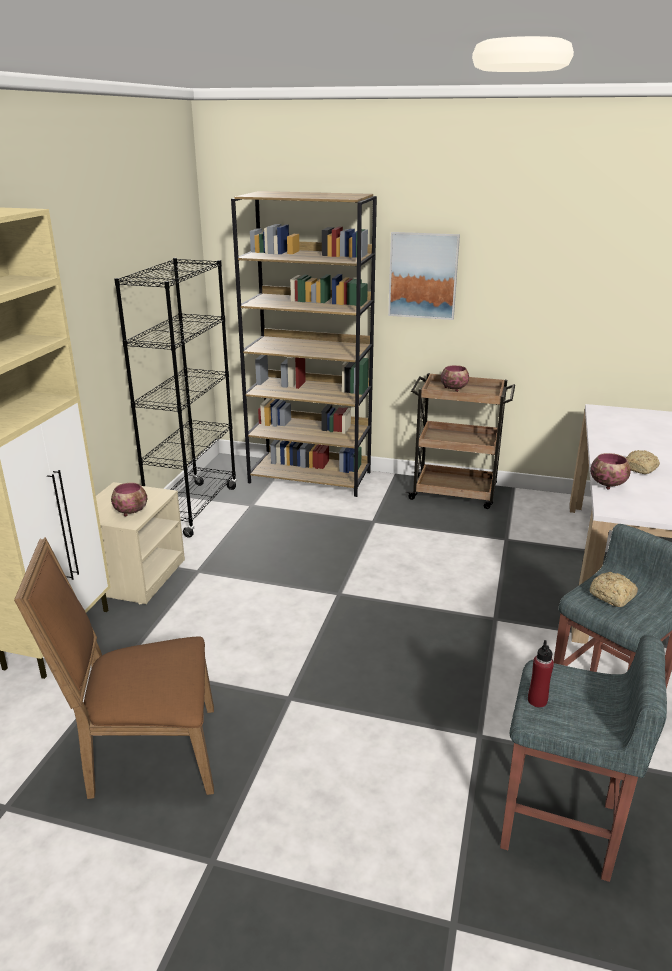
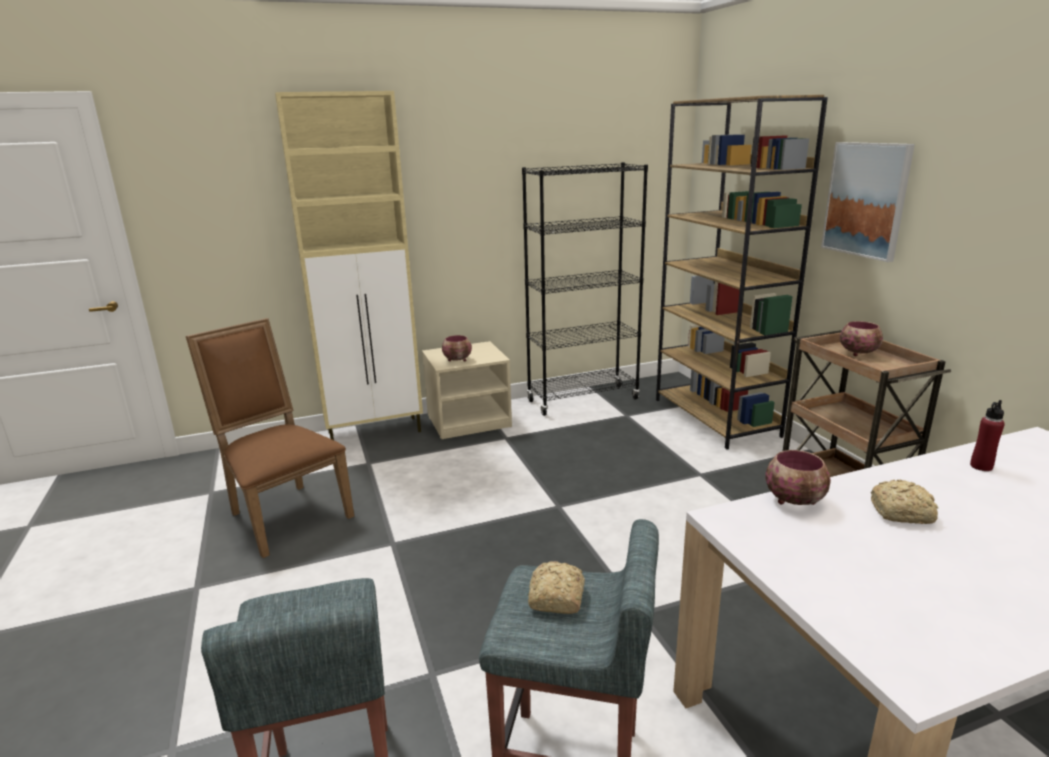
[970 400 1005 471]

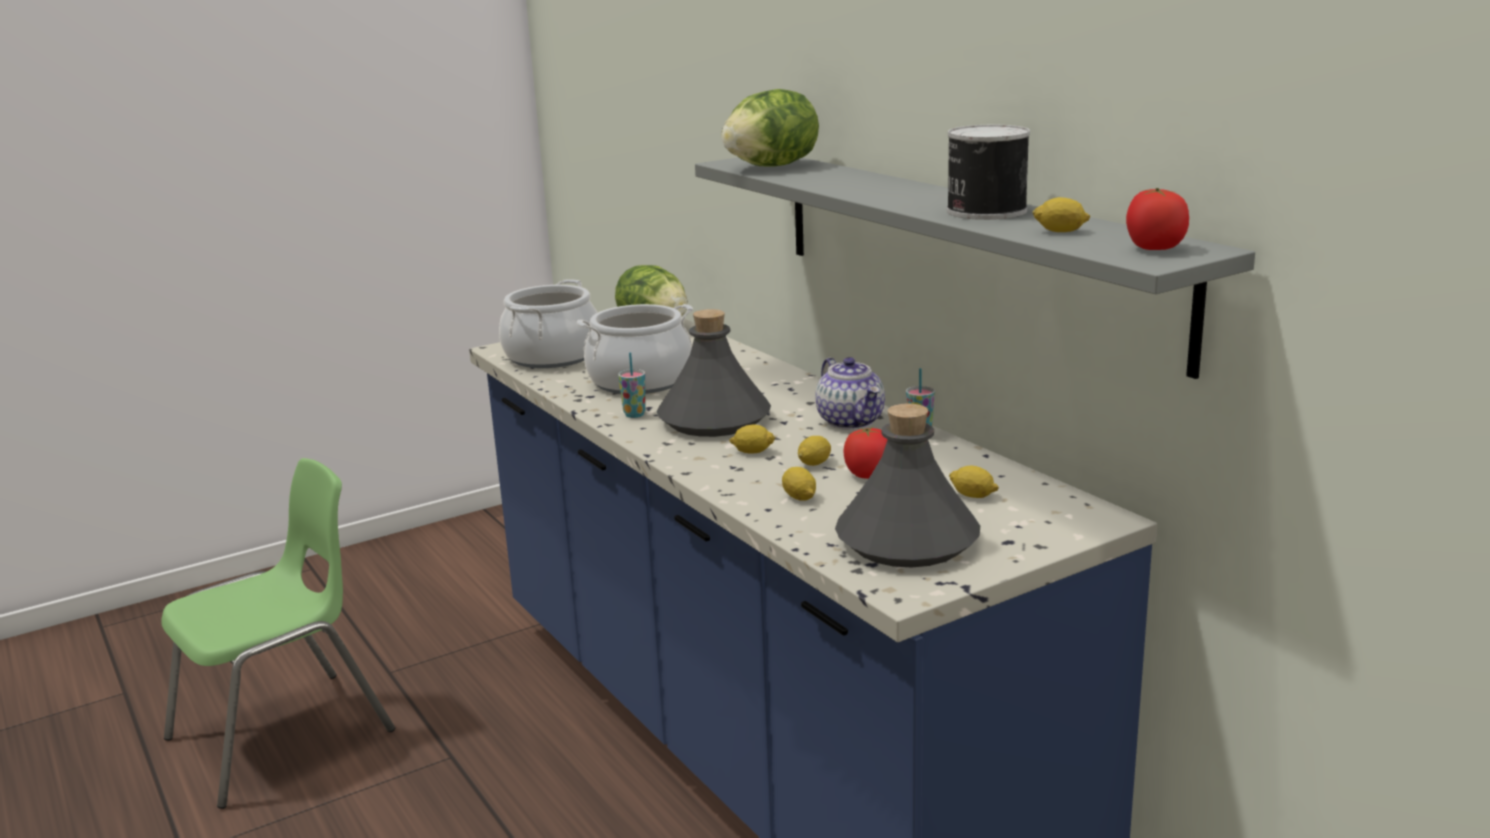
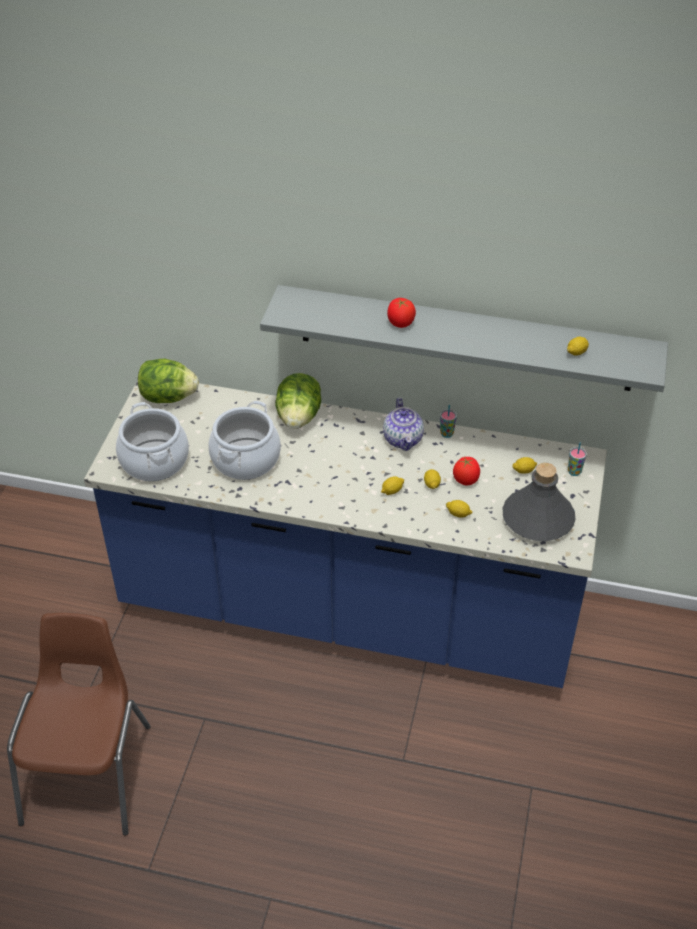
[275 373 321 429]
[947 125 1030 220] (first image)
[387 298 416 328]
[657 309 771 437] (first image)
[568 443 587 476]
[383 398 424 451]
[7 613 151 836]

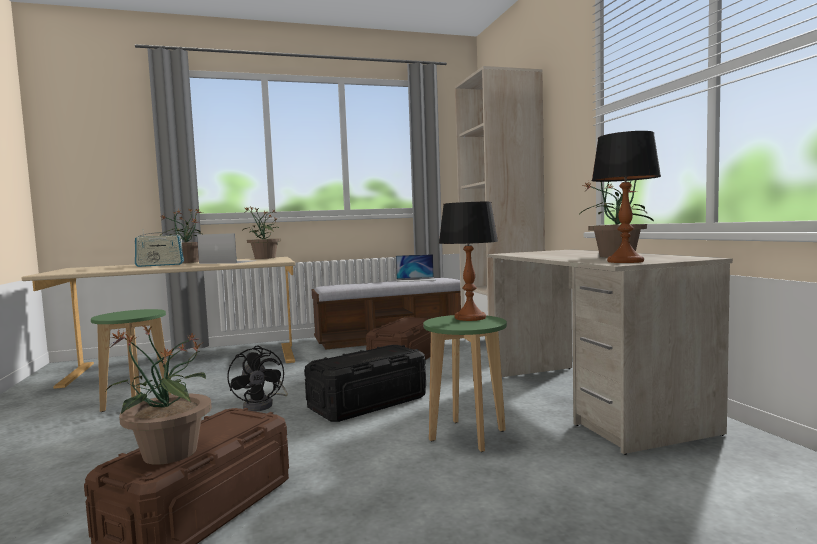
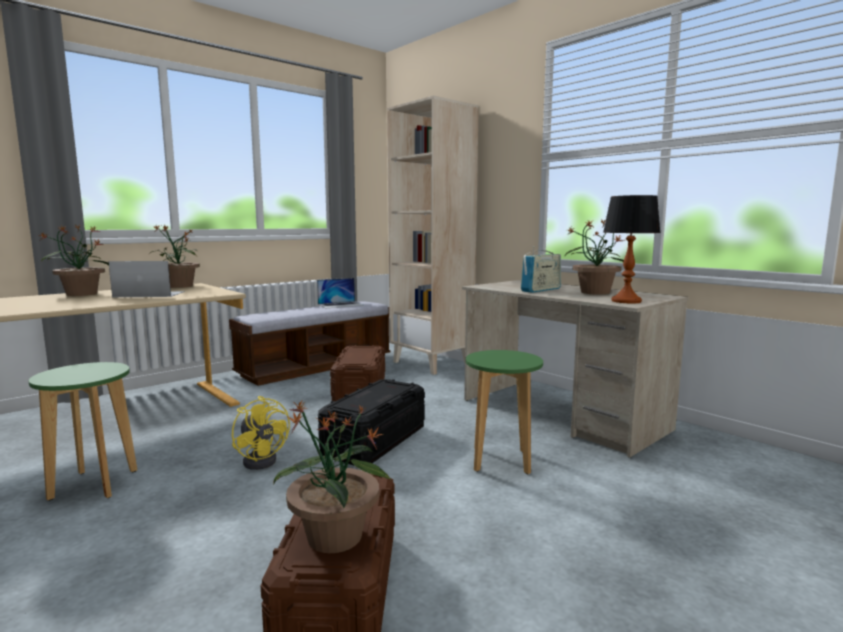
[439 202 498 321] (first image)
[521 246 561 293]
[232 396 290 470]

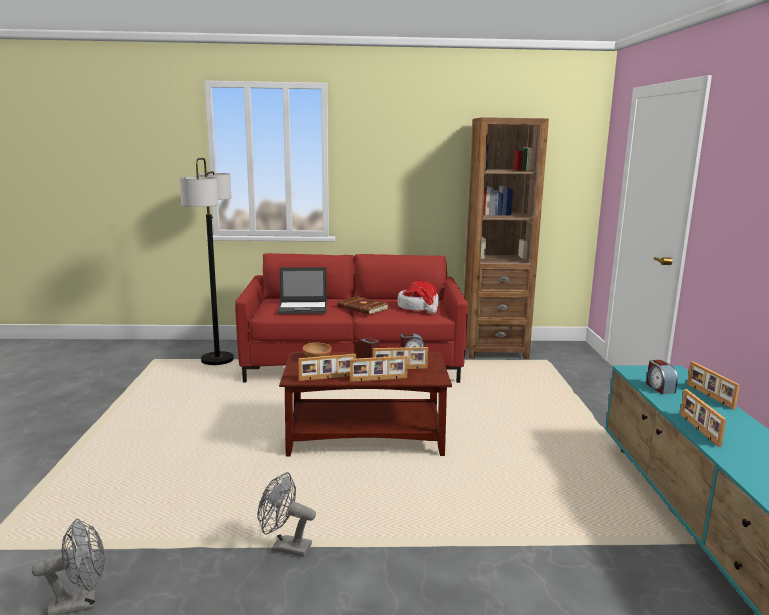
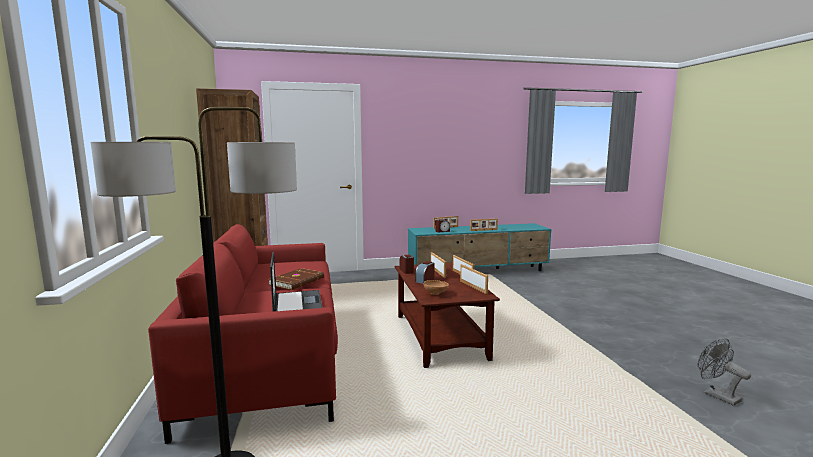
[398 281 439 314] (first image)
[257 472 316 557] (first image)

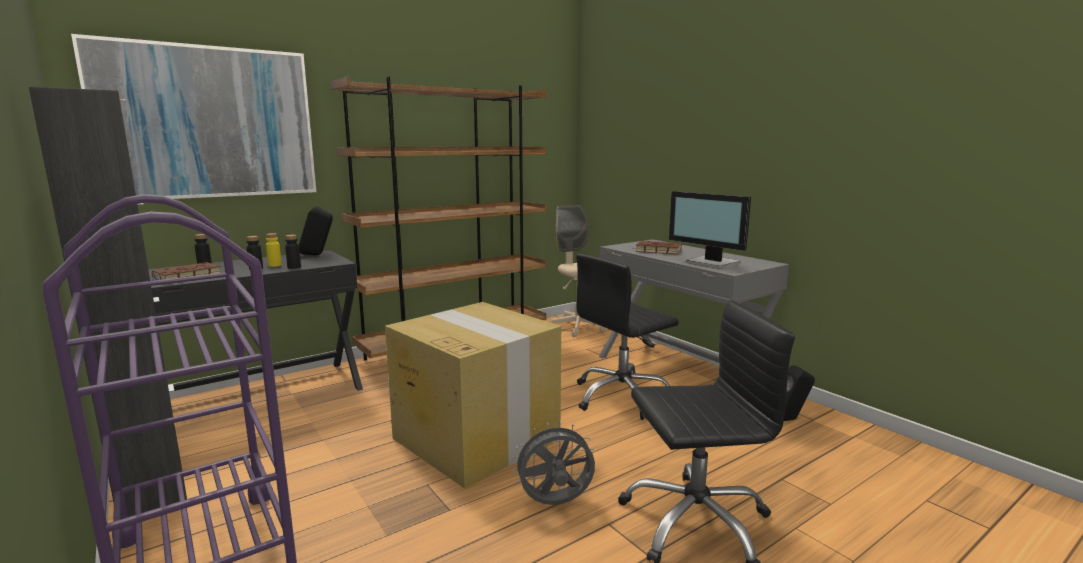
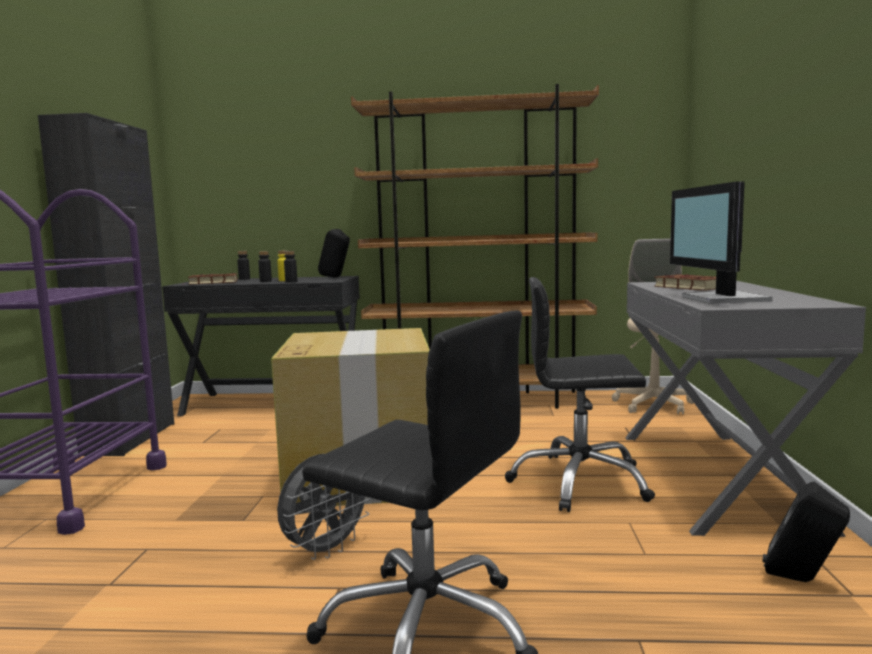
[71 34 316 199] (first image)
[277 454 372 560]

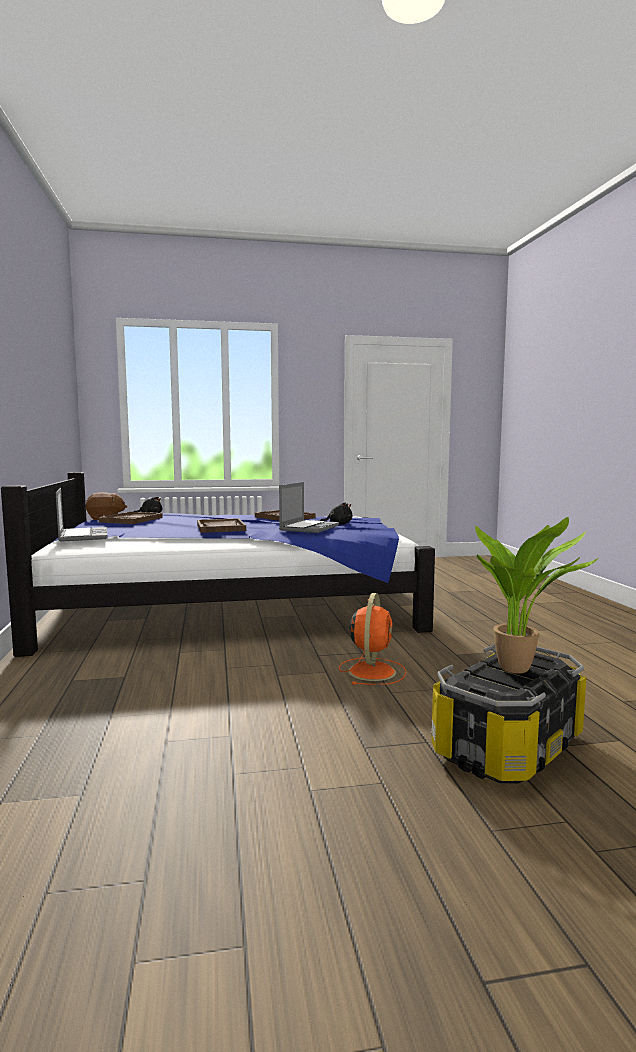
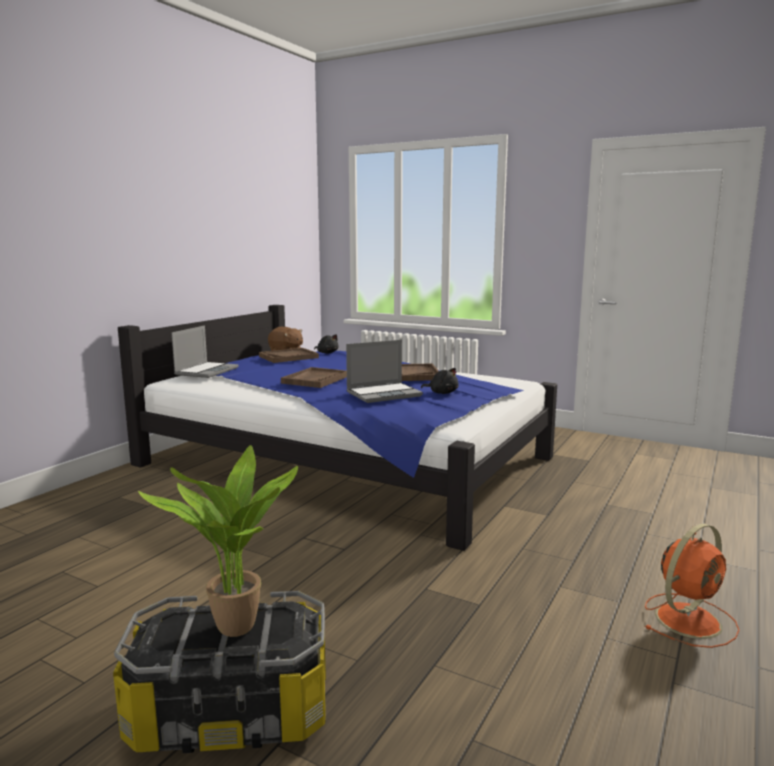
[645 523 739 648]

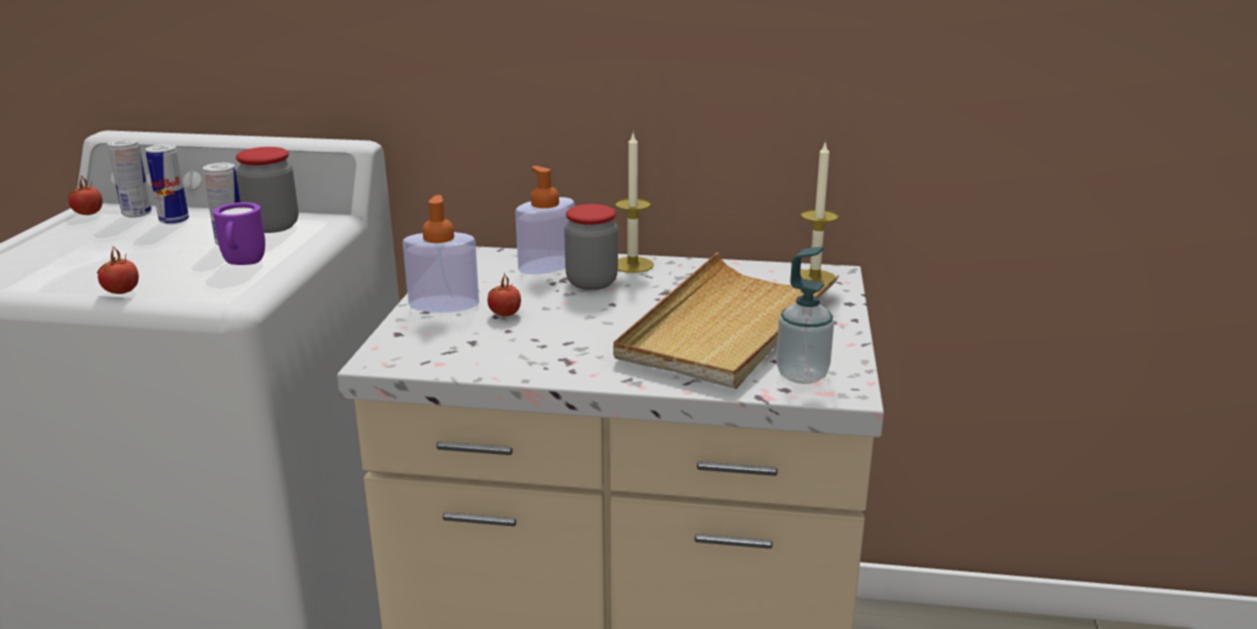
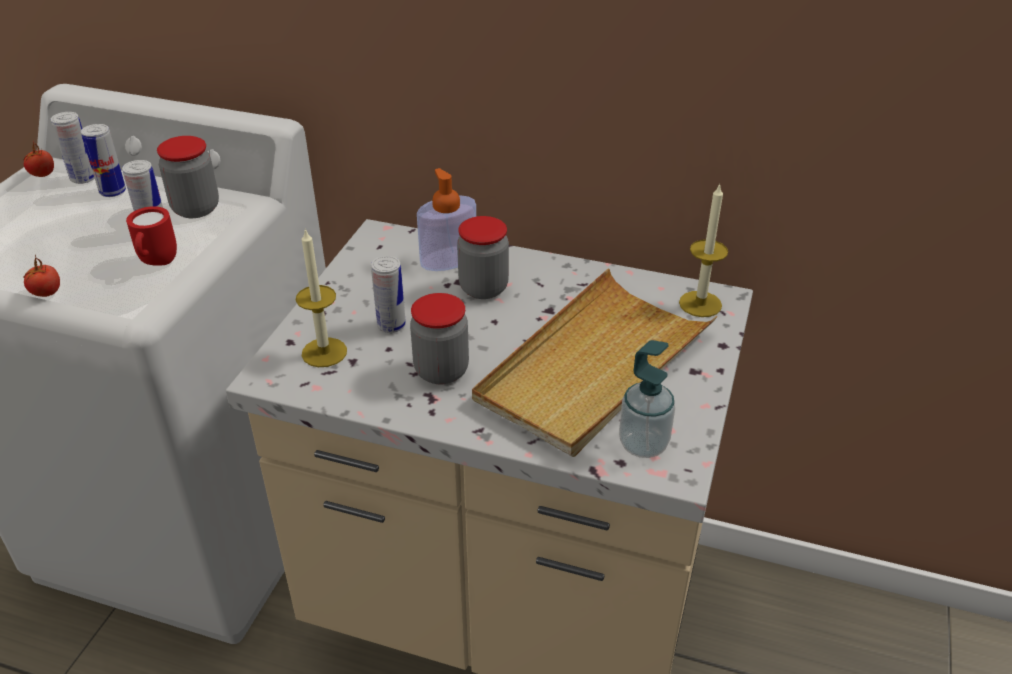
[296 228 347 367]
[403 195 479 312] (first image)
[126 206 177 266]
[371 256 406 333]
[410 293 469 385]

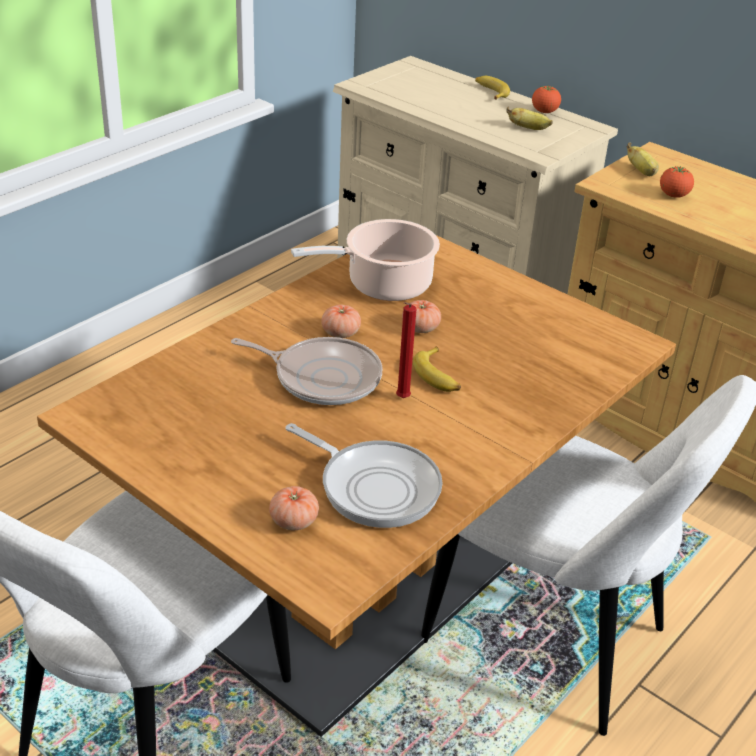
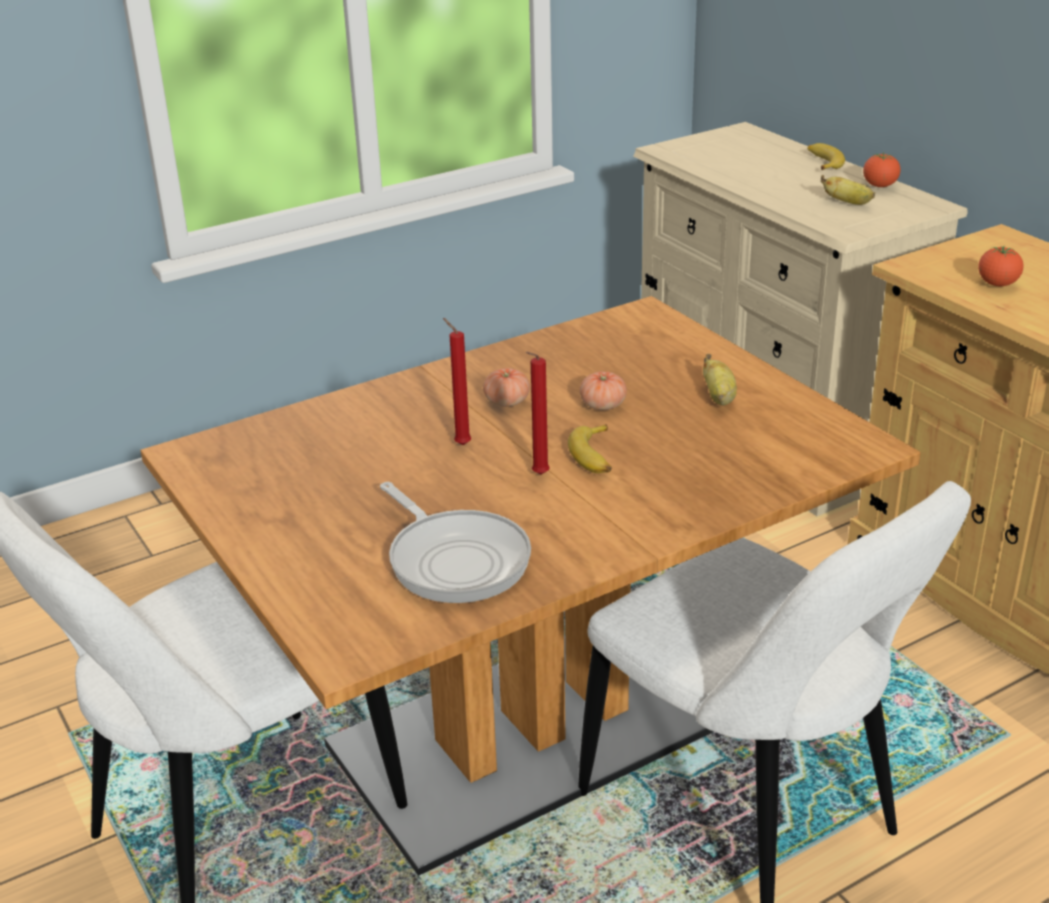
[703 354 737 406]
[291 219 440 301] (first image)
[443 318 471 445]
[269 486 319 530] (first image)

